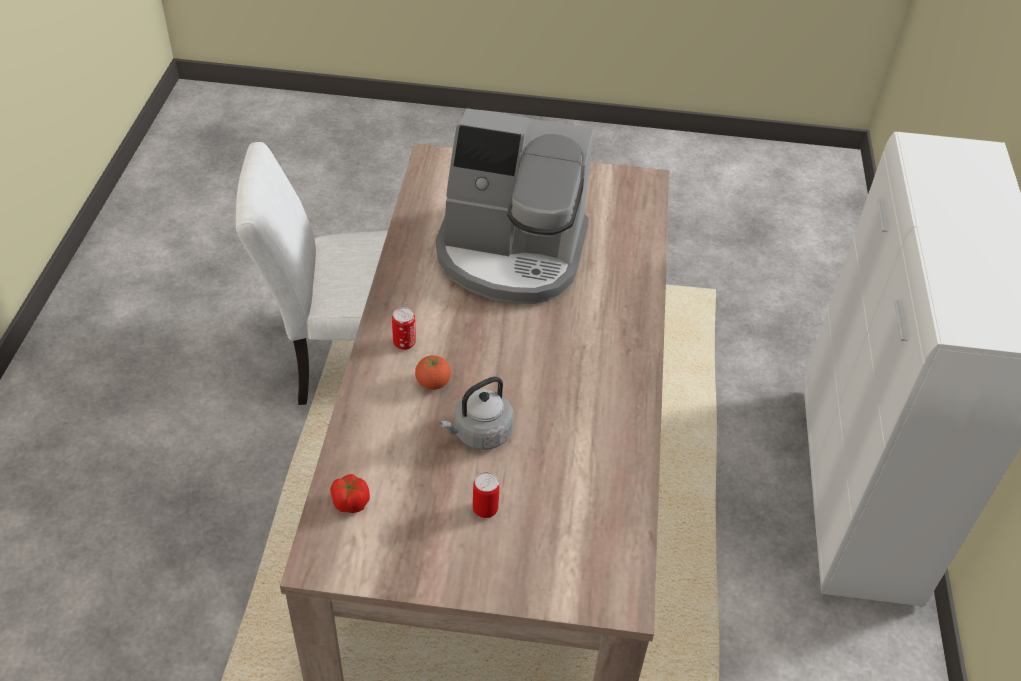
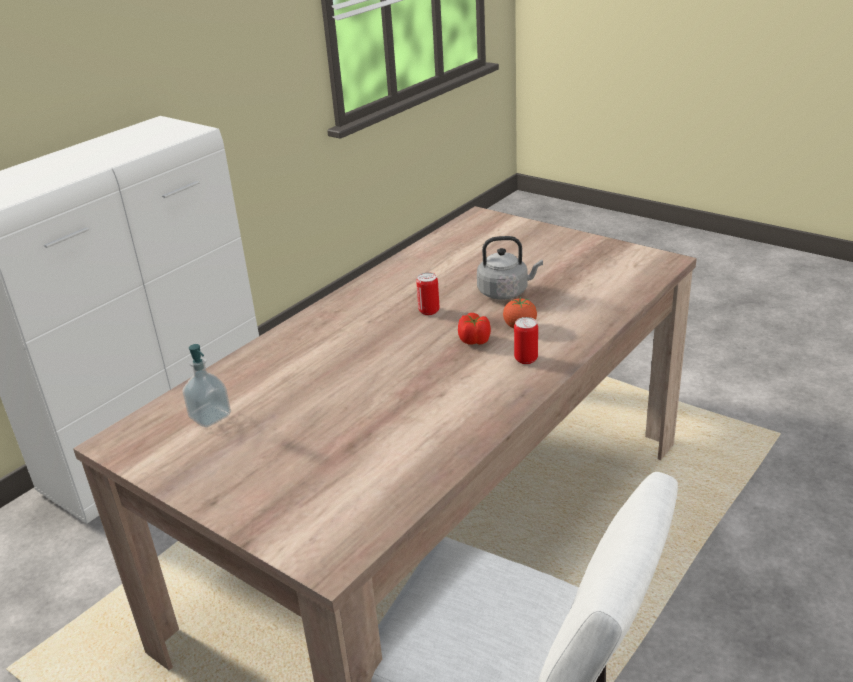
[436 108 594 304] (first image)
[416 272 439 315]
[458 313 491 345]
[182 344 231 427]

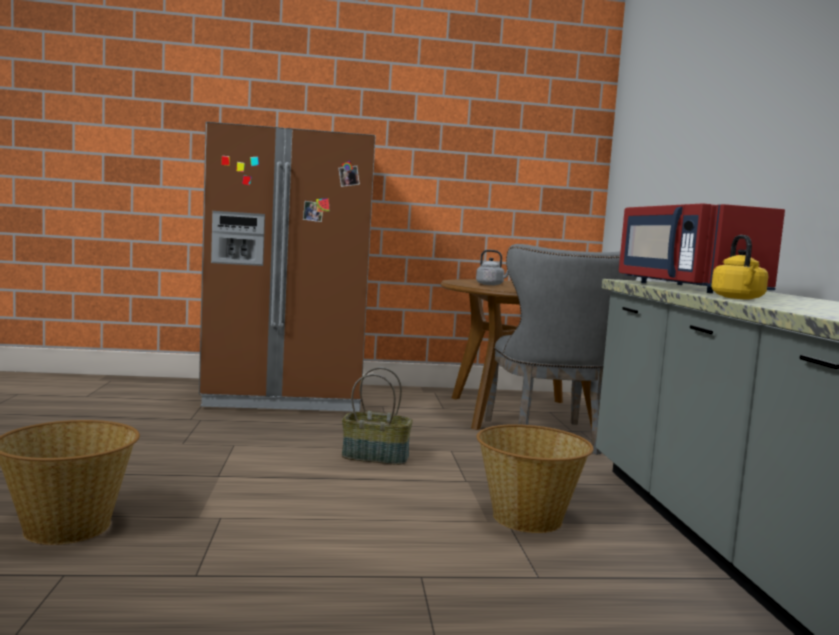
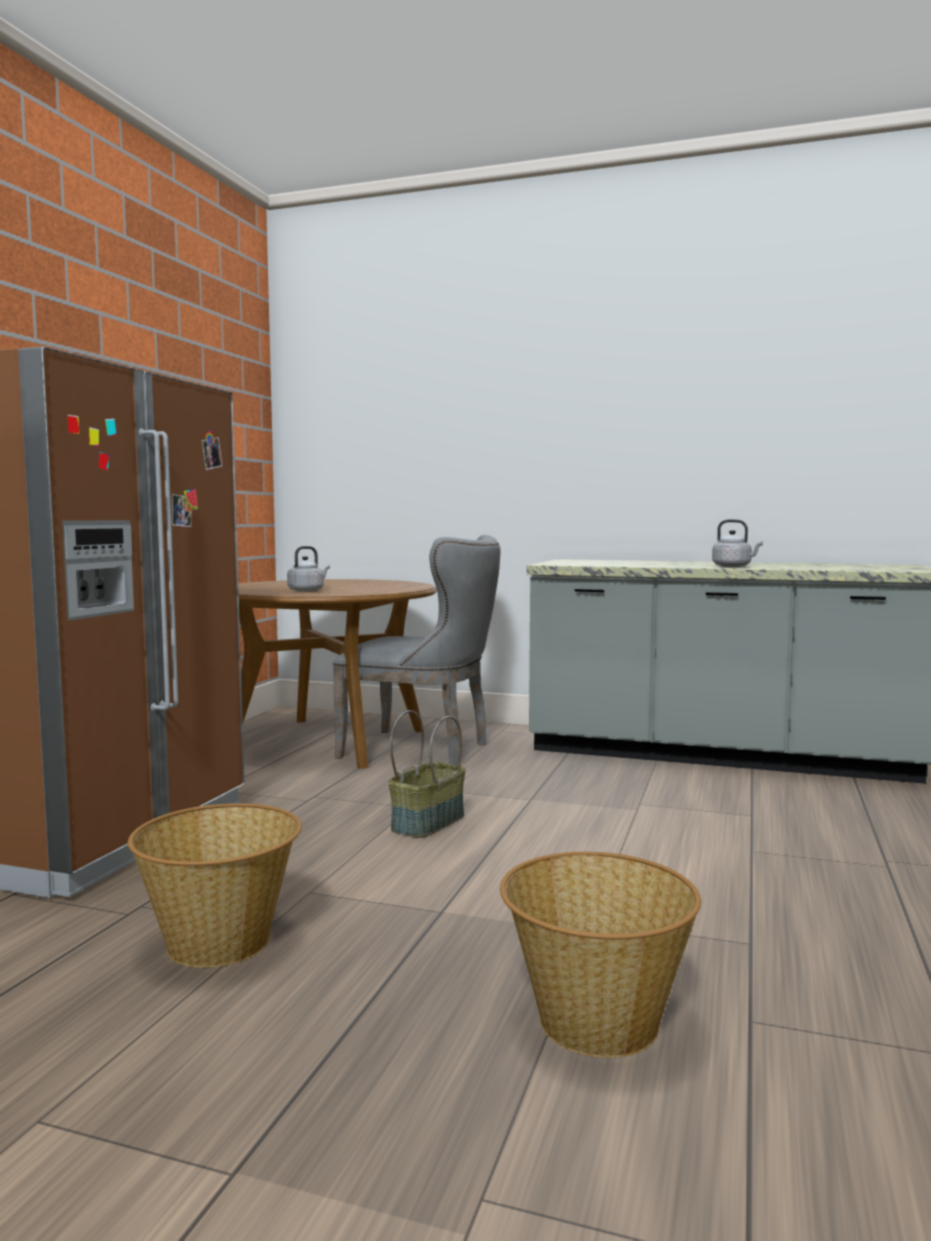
[619 203 785 293] (first image)
[712 519 763 567]
[128 803 302 968]

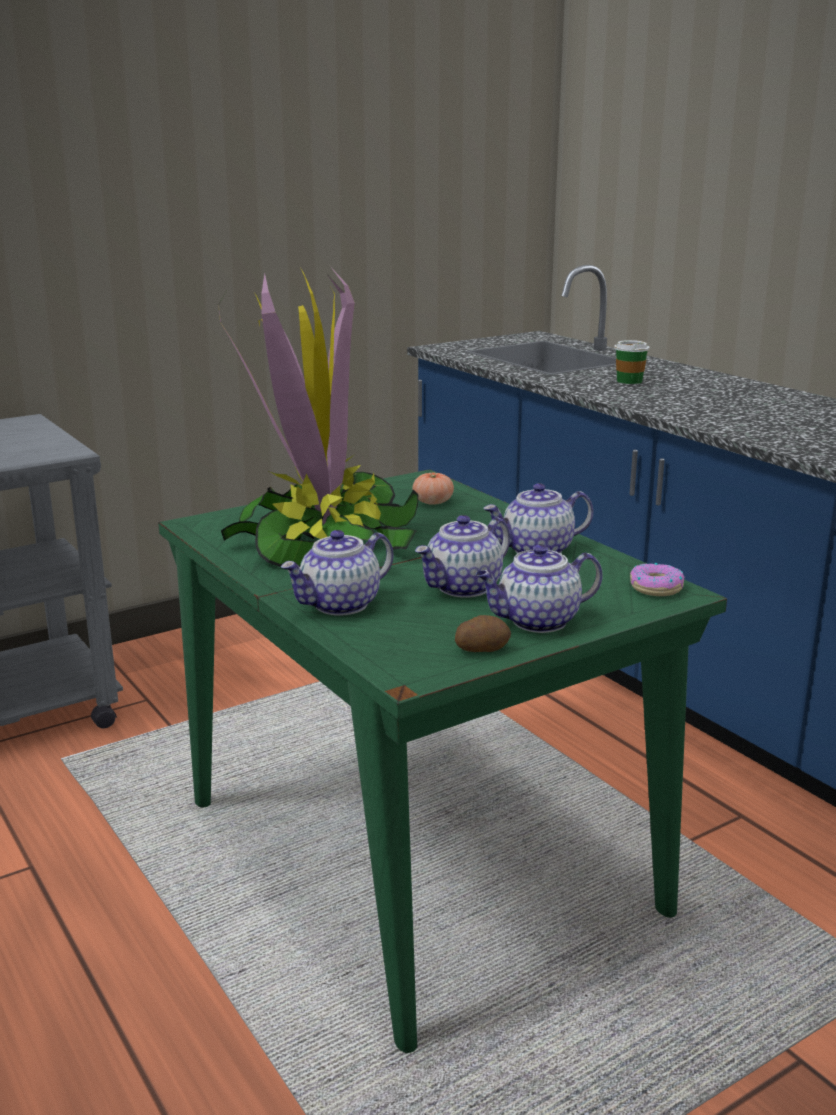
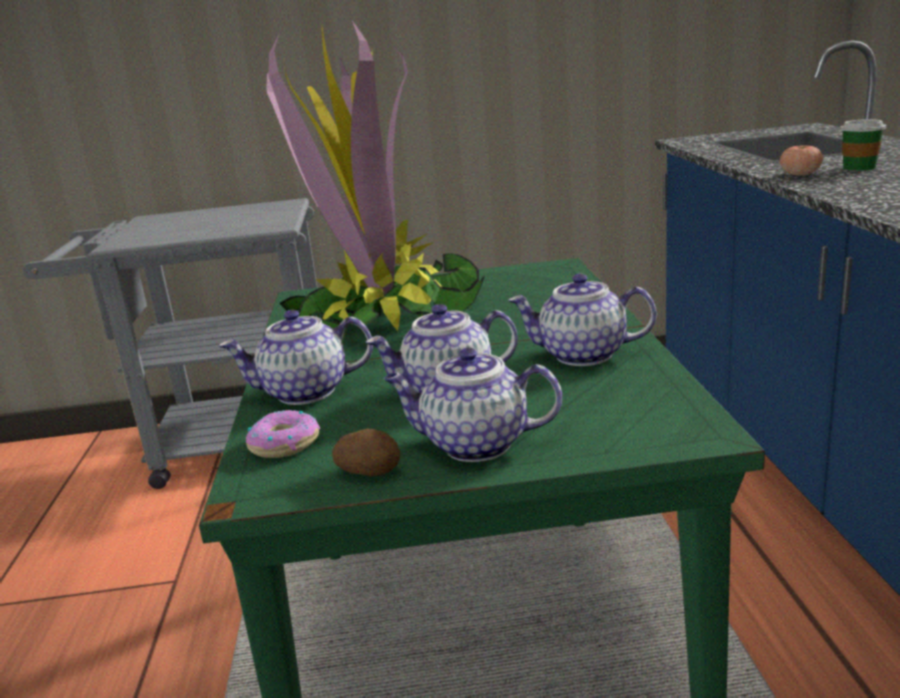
[780 144 823 175]
[246 410 320 458]

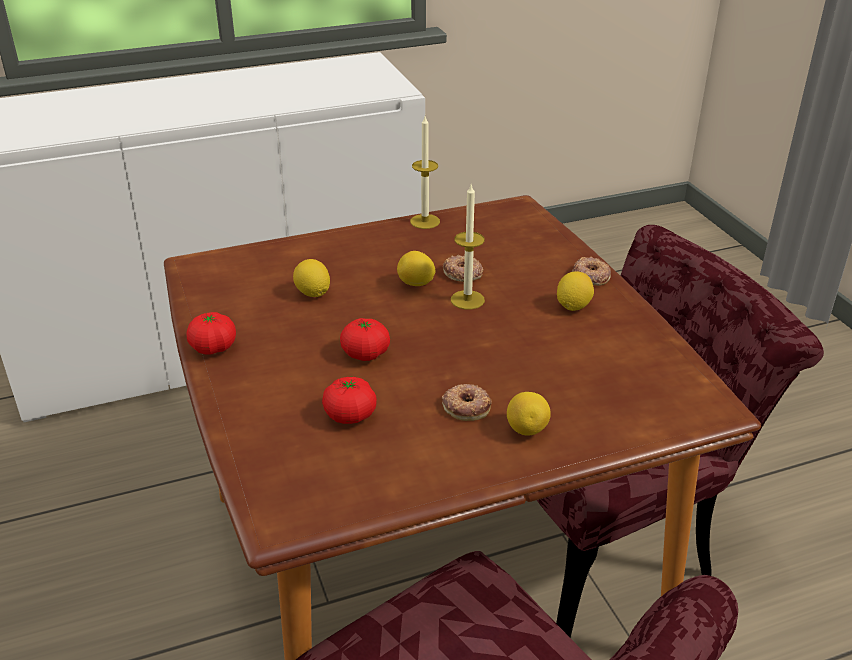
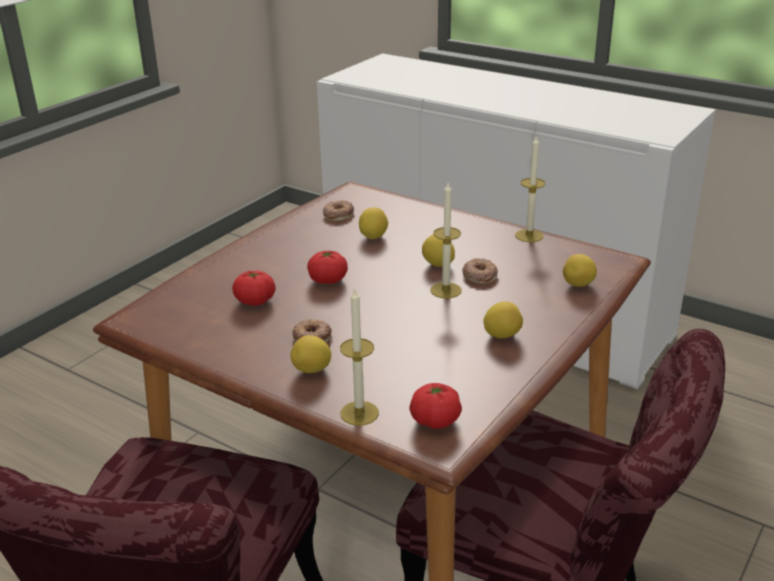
[323 200 354 221]
[409 383 462 429]
[563 254 597 287]
[340 289 379 426]

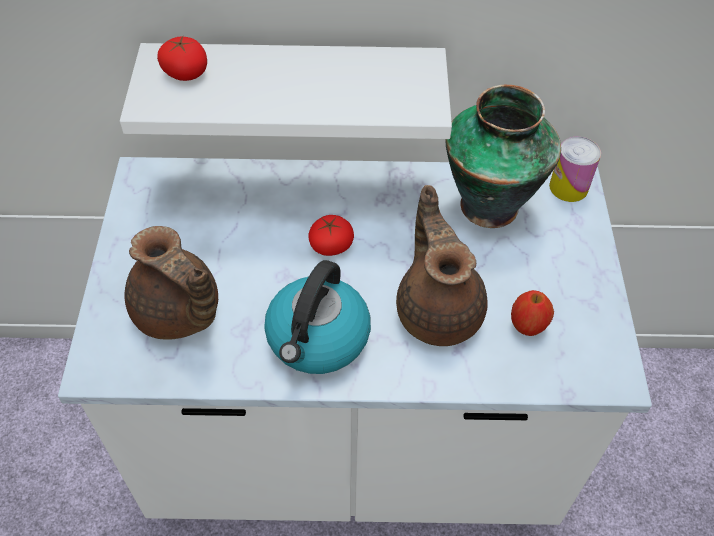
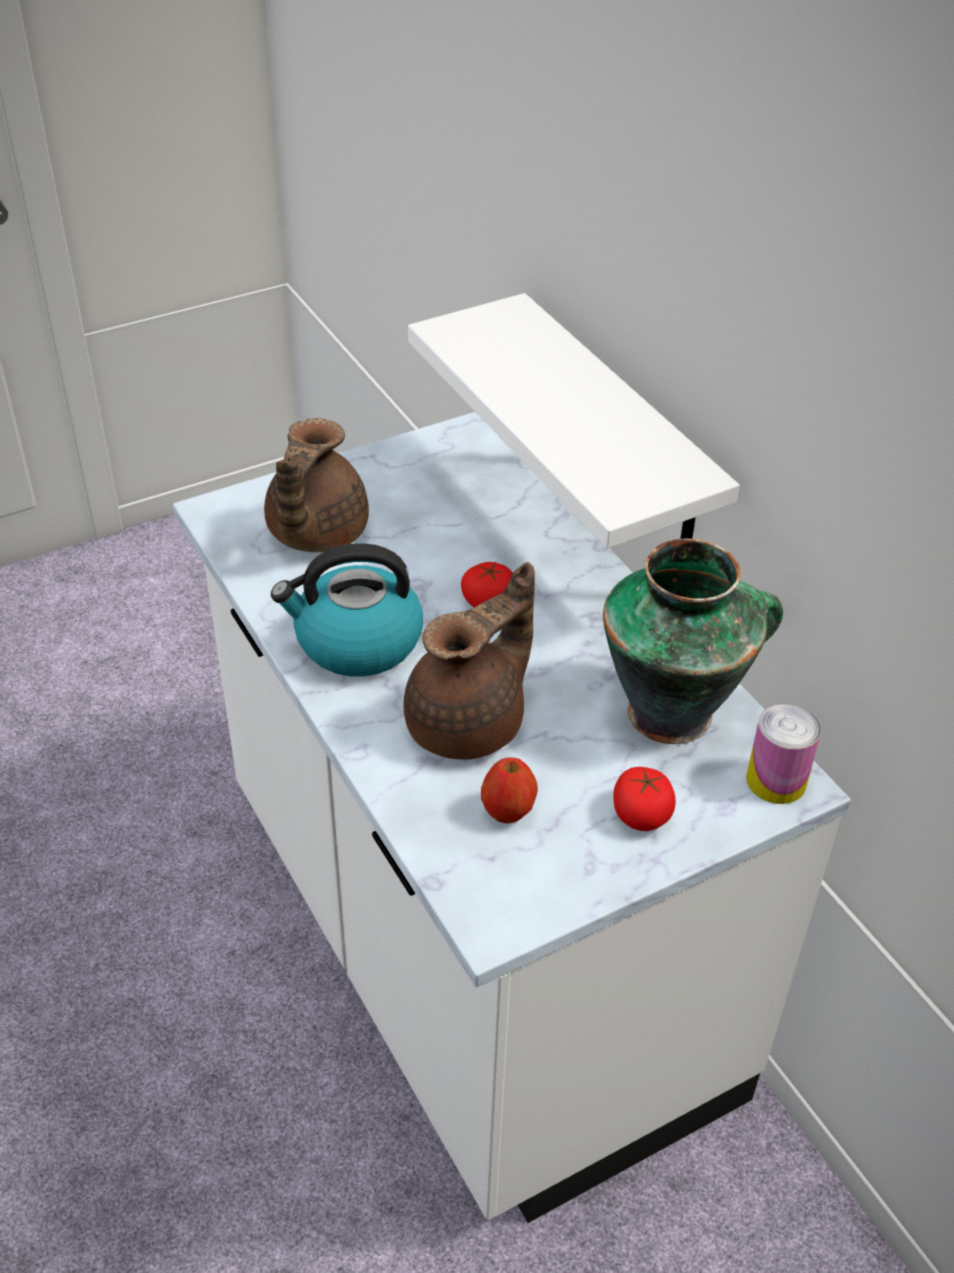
[613 767 676 831]

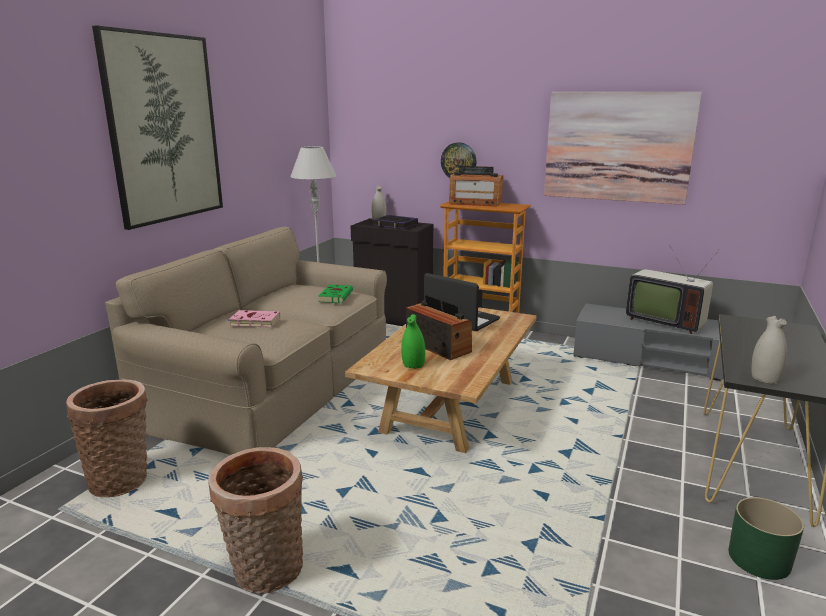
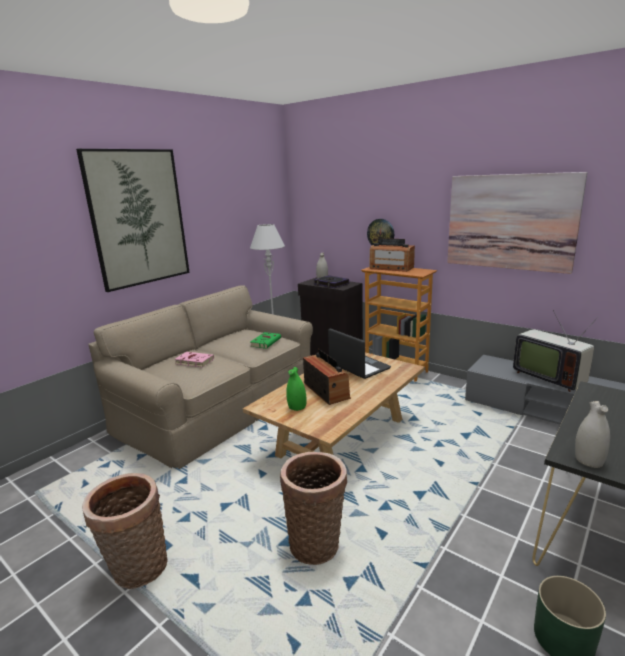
[280 452 347 565]

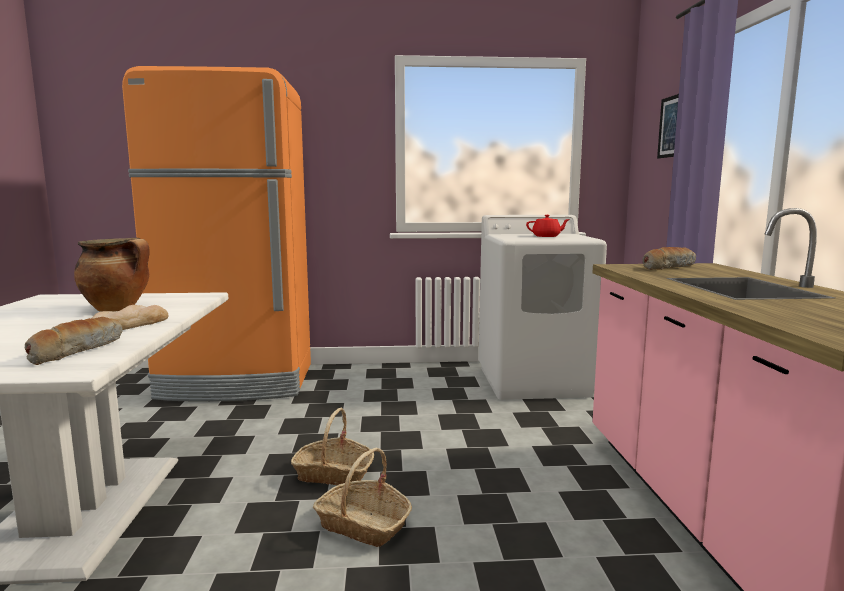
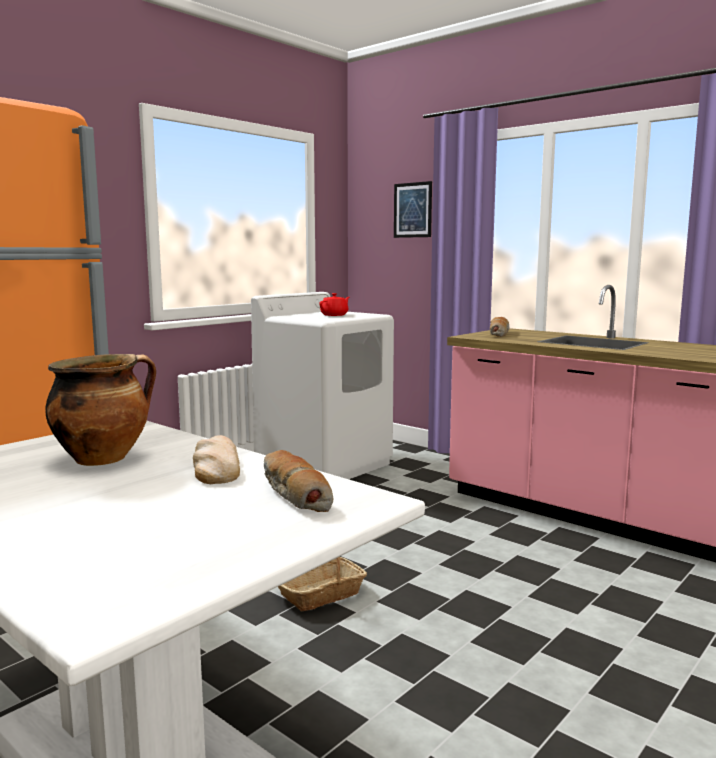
[313 448 412 547] (first image)

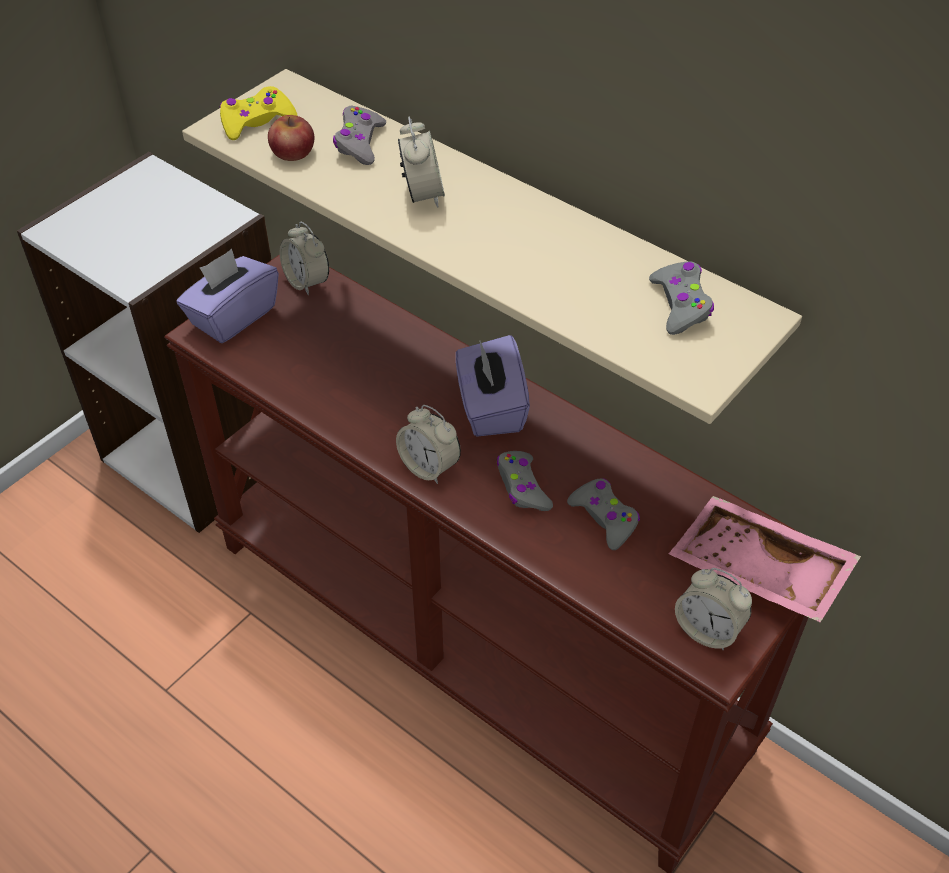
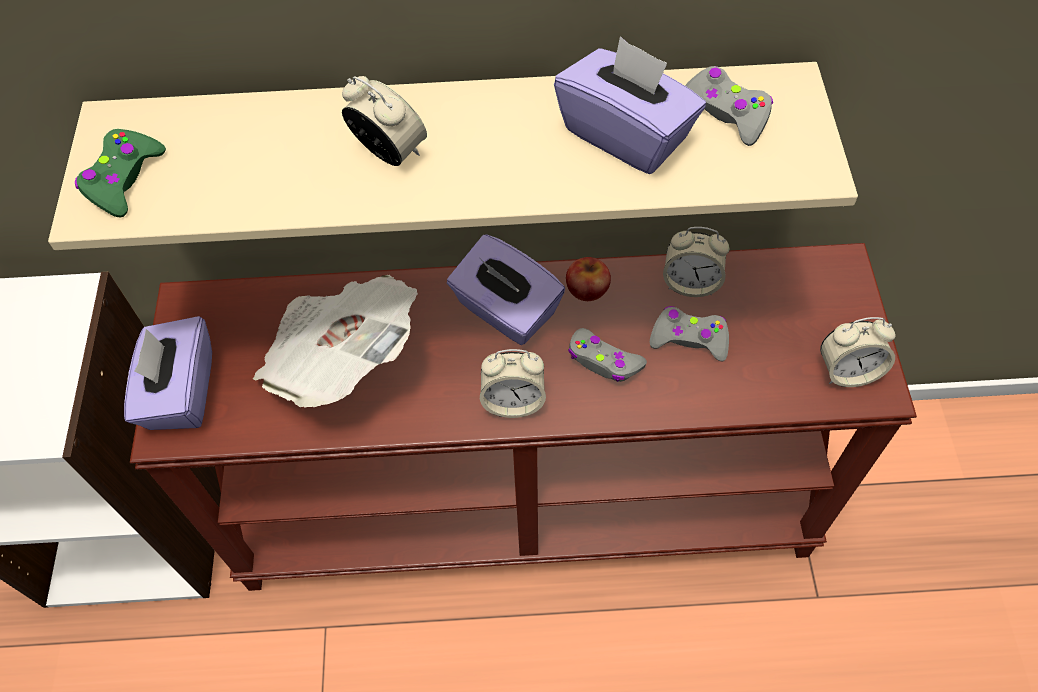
[75 129 166 217]
[333 106 386 165] (first image)
[566 257 611 301]
[663 227 730 297]
[669 496 861 623] (first image)
[554 36 706 174]
[253 275 418 408]

